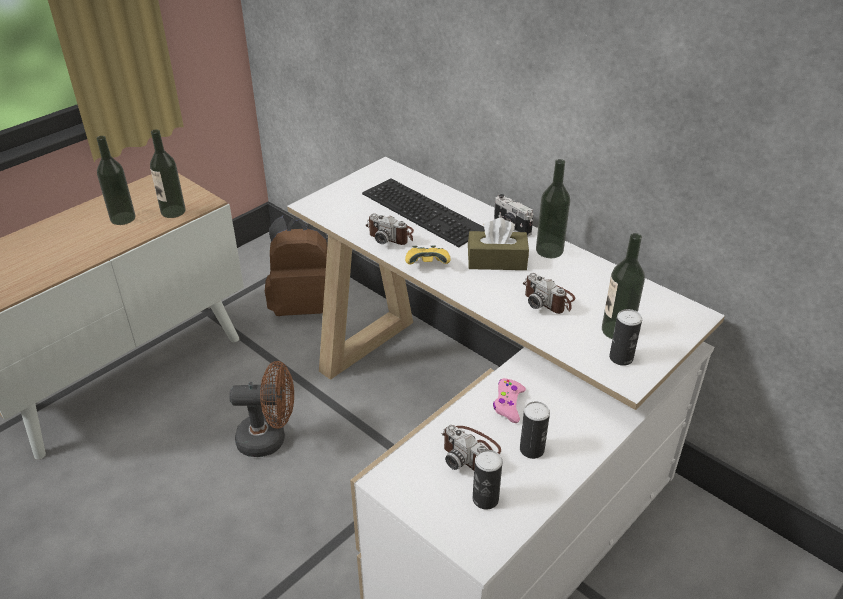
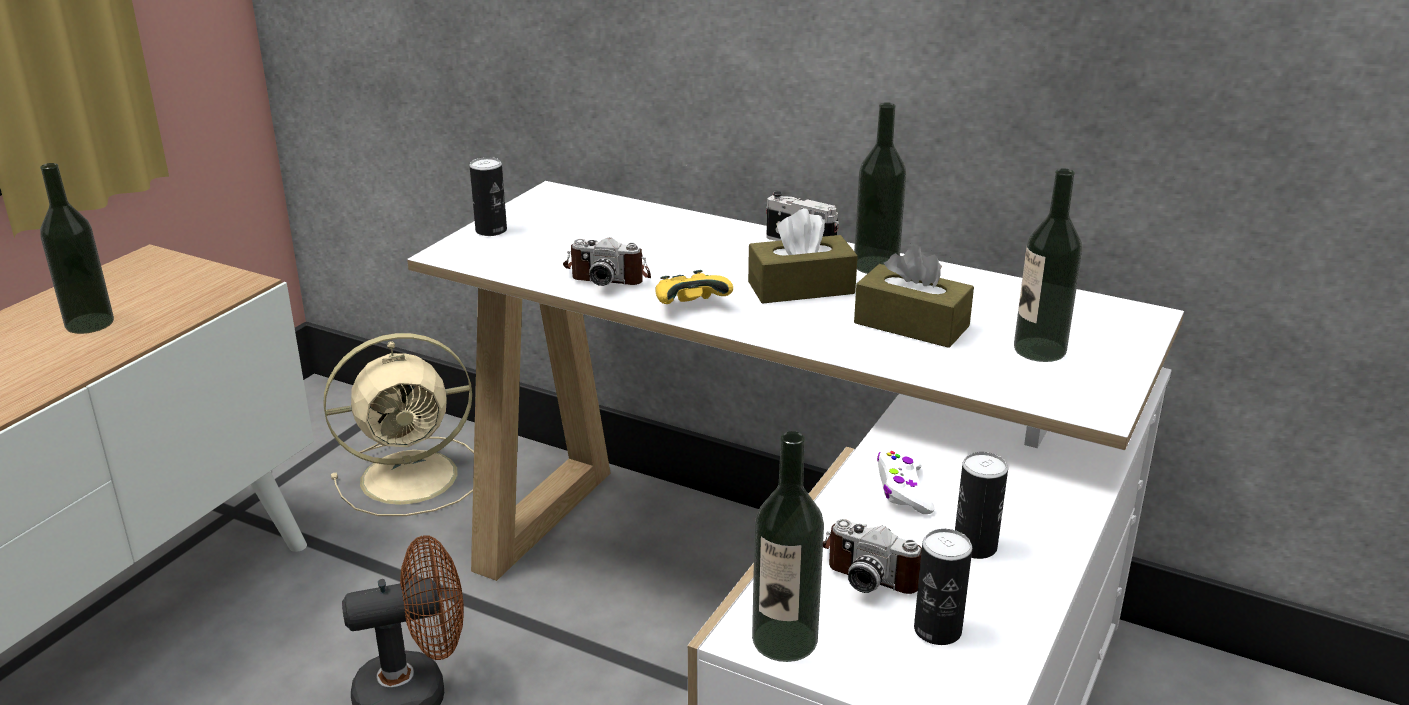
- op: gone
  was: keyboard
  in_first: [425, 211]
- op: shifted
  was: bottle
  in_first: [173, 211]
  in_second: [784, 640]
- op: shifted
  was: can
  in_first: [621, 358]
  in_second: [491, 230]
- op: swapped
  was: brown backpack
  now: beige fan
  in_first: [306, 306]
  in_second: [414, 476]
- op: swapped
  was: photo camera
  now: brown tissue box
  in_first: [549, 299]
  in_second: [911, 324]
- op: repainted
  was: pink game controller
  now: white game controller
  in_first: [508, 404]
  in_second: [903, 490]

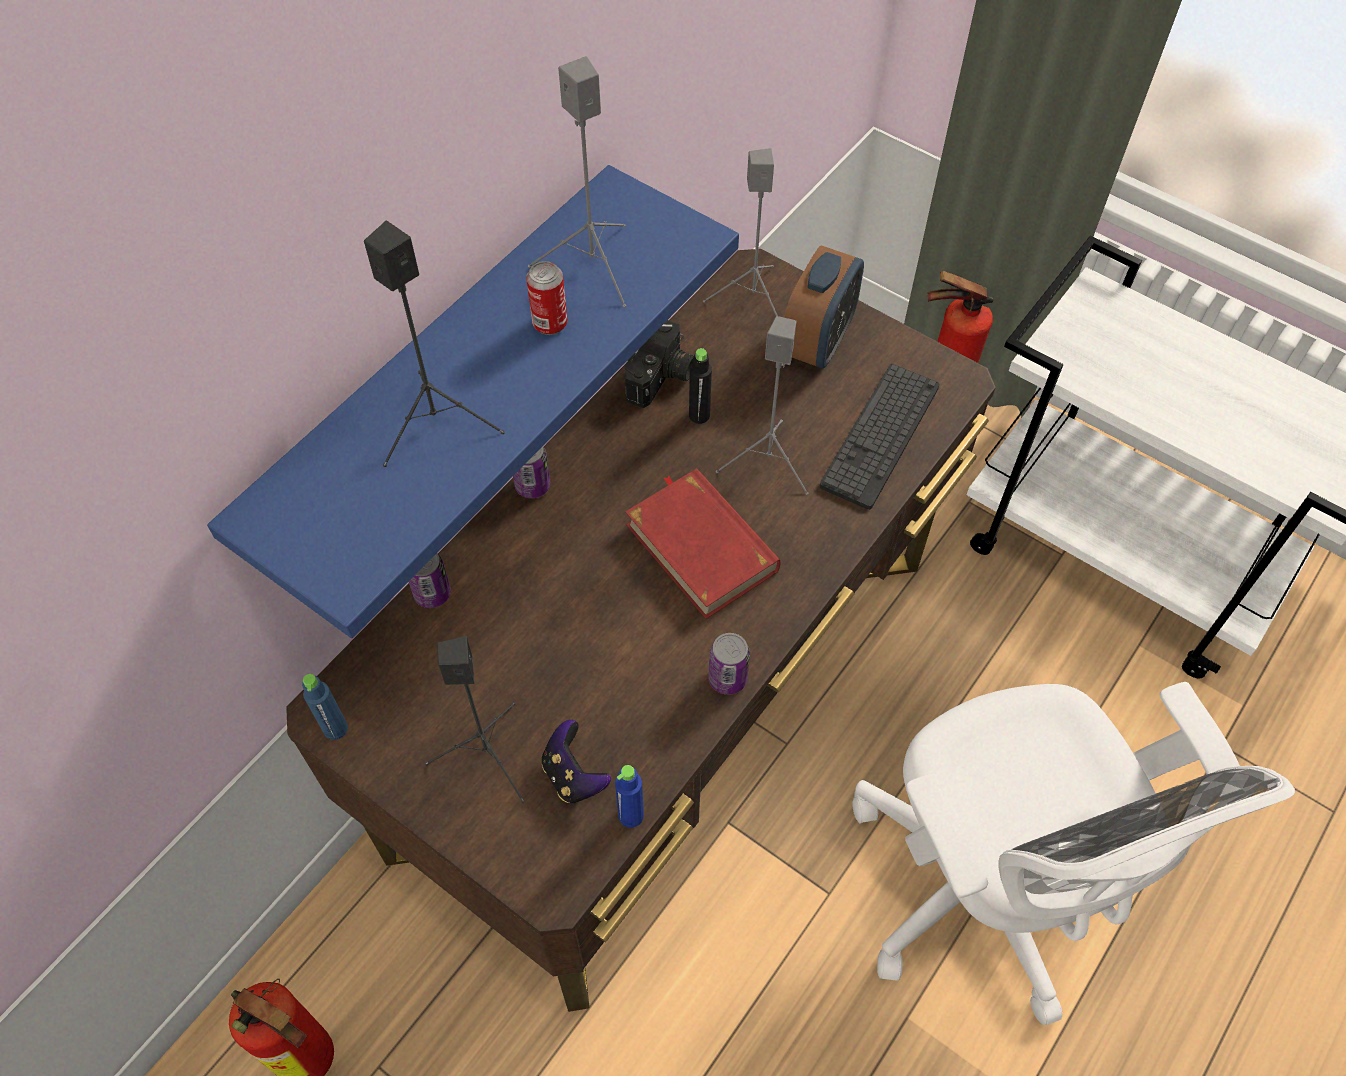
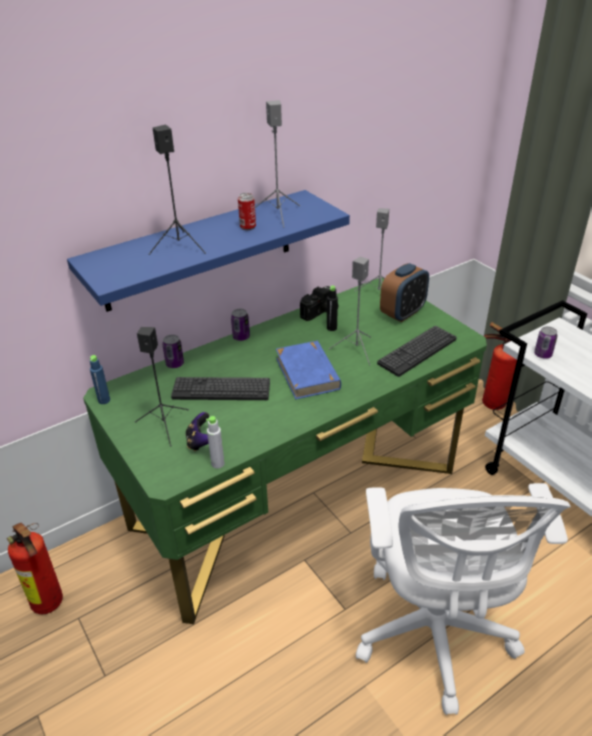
- op: new
  now: keyboard
  in_second: [221, 390]
- op: shifted
  was: can
  in_first: [727, 678]
  in_second: [542, 354]
- op: repainted
  was: brown desk
  now: green desk
  in_first: [669, 701]
  in_second: [297, 498]
- op: repainted
  was: blue bottle
  now: grey bottle
  in_first: [631, 815]
  in_second: [218, 463]
- op: repainted
  was: red book
  now: blue book
  in_first: [702, 546]
  in_second: [307, 373]

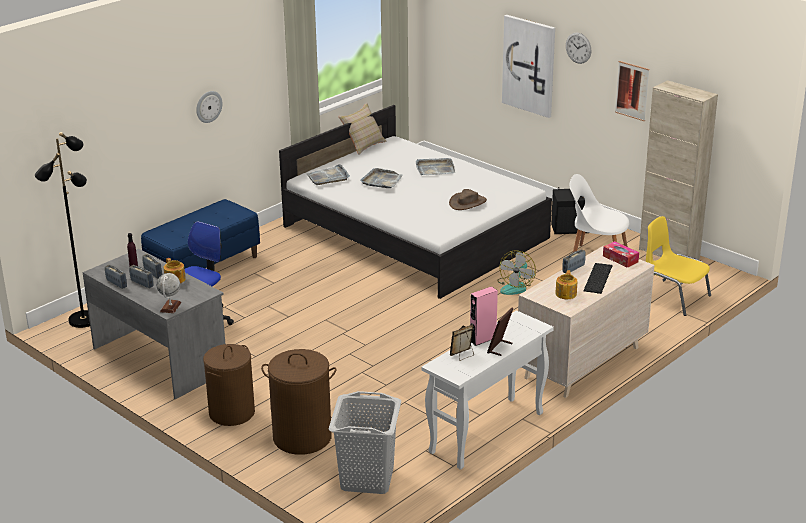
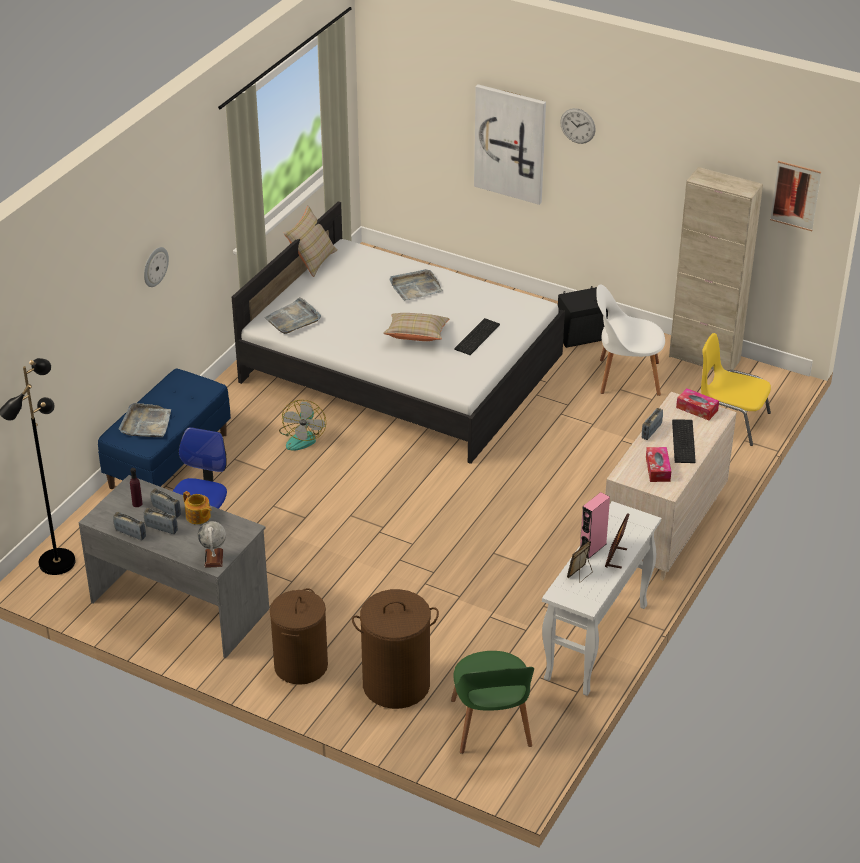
- op: new
  now: beige pillow
  in_second: [416, 336]
- op: shifted
  was: grey tray
  in_first: [382, 180]
  in_second: [146, 423]
- op: shifted
  was: fan
  in_first: [515, 287]
  in_second: [302, 437]
- op: shifted
  was: picture
  in_first: [632, 91]
  in_second: [795, 195]
- op: swapped
  was: grey laundry basket
  now: green chair
  in_first: [366, 479]
  in_second: [491, 726]
- op: swapped
  was: brown hat
  now: keyboard
  in_first: [467, 202]
  in_second: [476, 336]
- op: swapped
  was: teapot
  now: tissue box
  in_first: [566, 294]
  in_second: [657, 469]

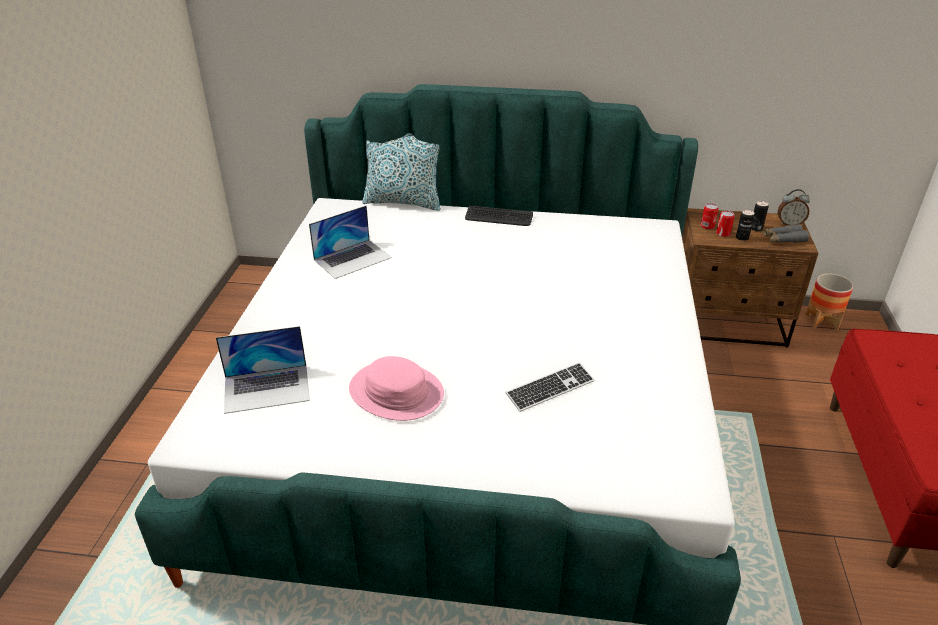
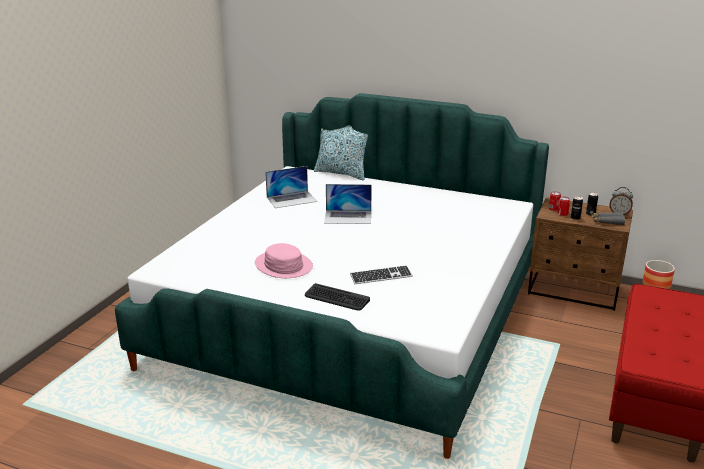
- op: shifted
  was: laptop
  in_first: [267, 388]
  in_second: [348, 217]
- op: shifted
  was: keyboard
  in_first: [498, 217]
  in_second: [336, 298]

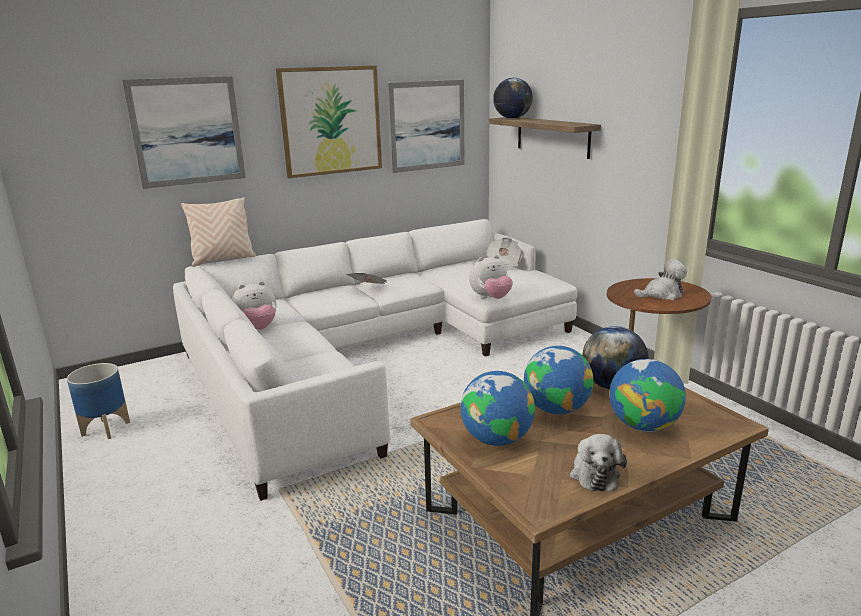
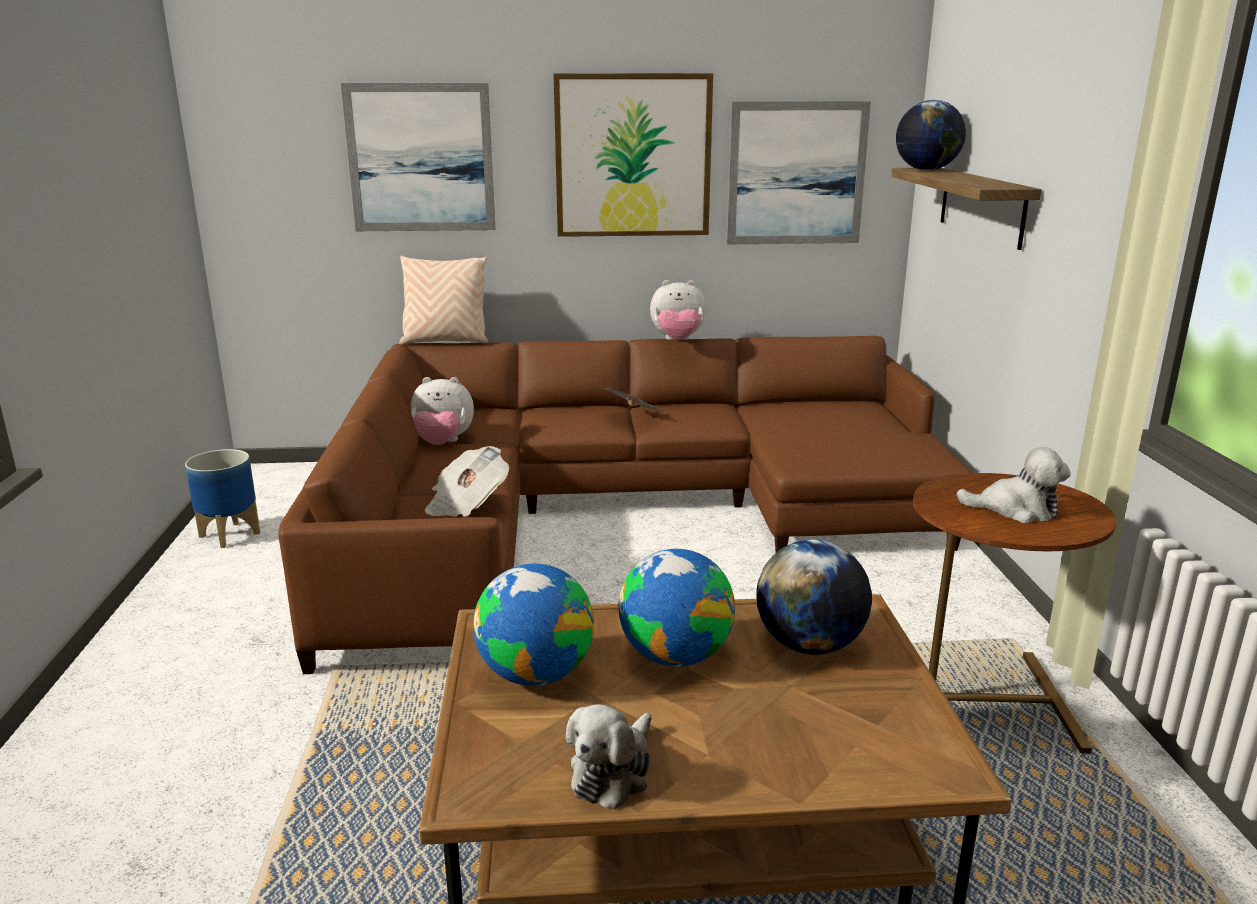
- op: gone
  was: globe
  in_first: [643, 426]
- op: shifted
  was: plush toy
  in_first: [491, 298]
  in_second: [677, 341]
- op: shifted
  was: newspaper
  in_first: [504, 264]
  in_second: [466, 503]
- op: repainted
  was: white sofa
  now: brown sofa
  in_first: [372, 353]
  in_second: [618, 514]

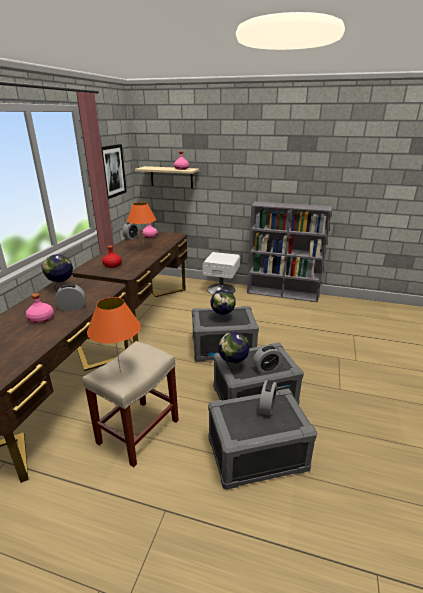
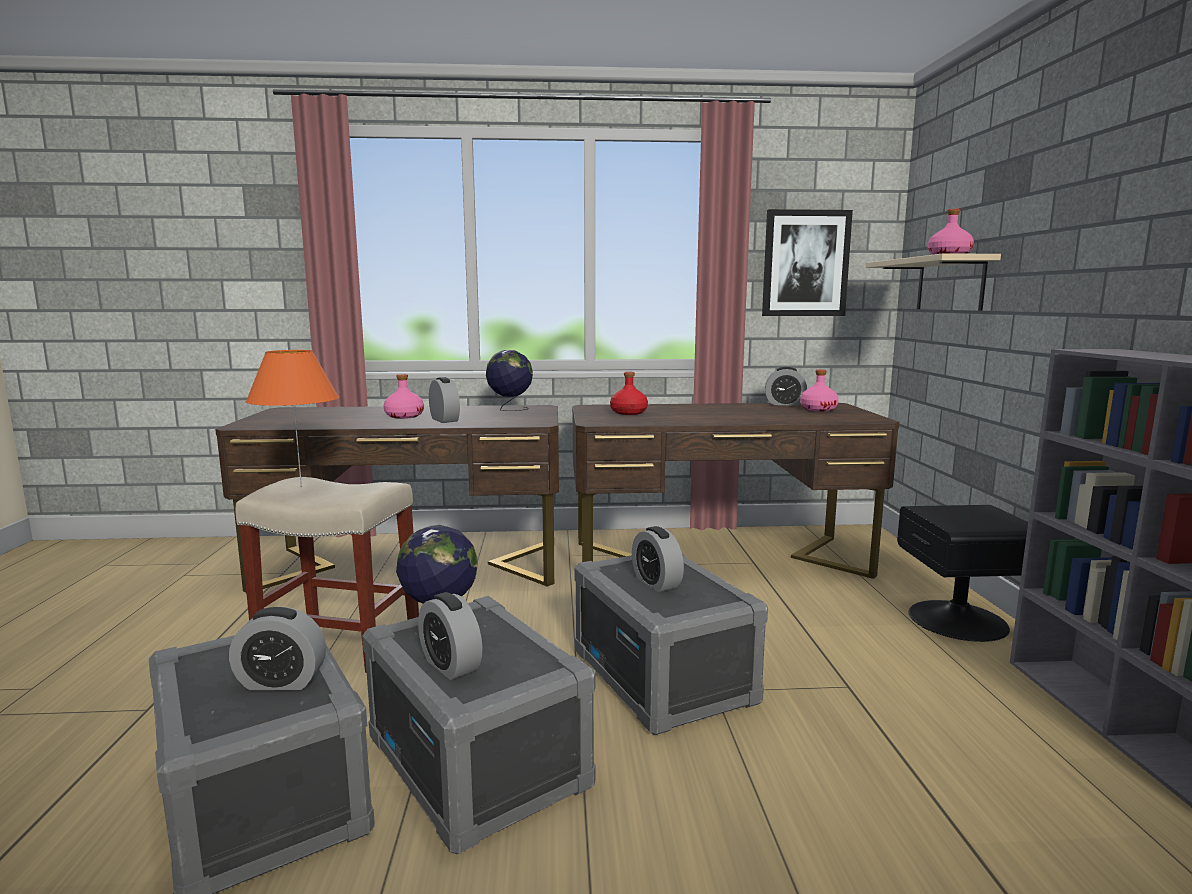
- op: gone
  was: orange table lamp
  in_first: [144, 249]
- op: swapped
  was: globe
  now: alarm clock
  in_first: [222, 319]
  in_second: [656, 583]
- op: repainted
  was: white nightstand
  now: black nightstand
  in_first: [221, 289]
  in_second: [959, 620]

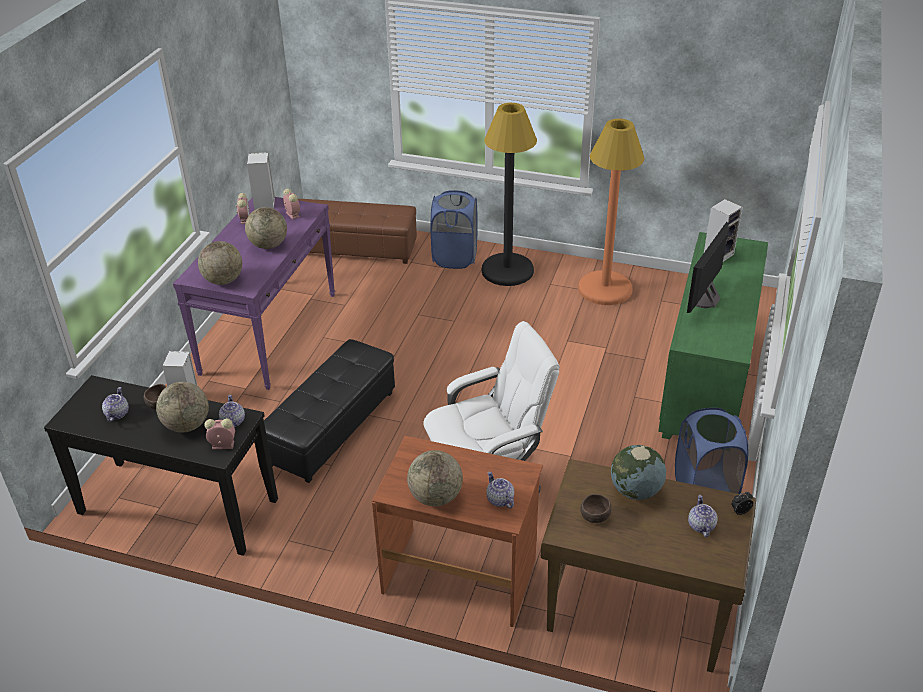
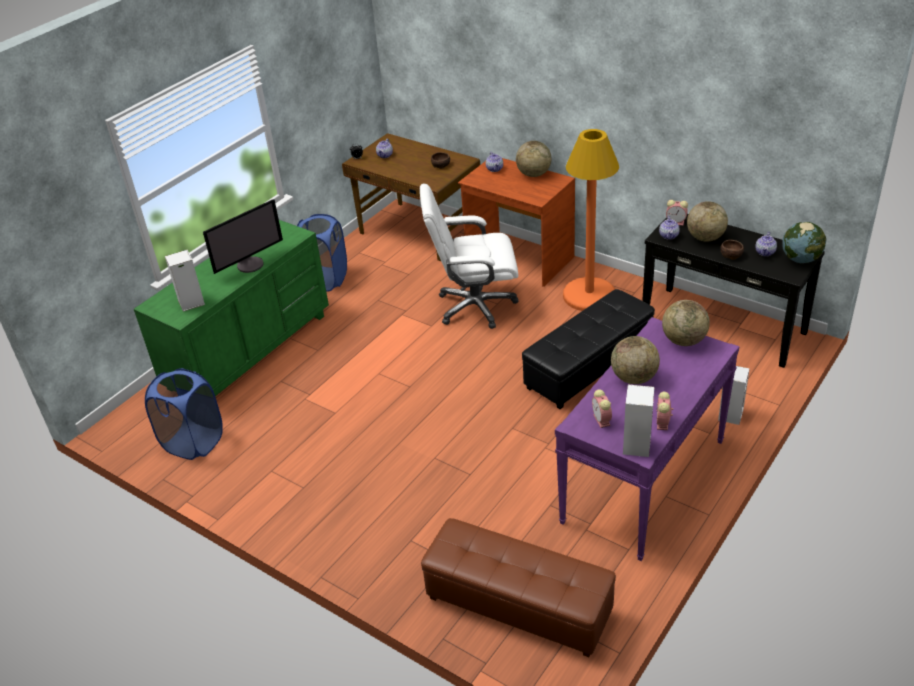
- op: gone
  was: black floor lamp
  in_first: [507, 270]
- op: shifted
  was: blue laundry basket
  in_first: [455, 258]
  in_second: [193, 442]
- op: shifted
  was: orange floor lamp
  in_first: [605, 289]
  in_second: [589, 295]
- op: shifted
  was: globe
  in_first: [635, 491]
  in_second: [801, 259]

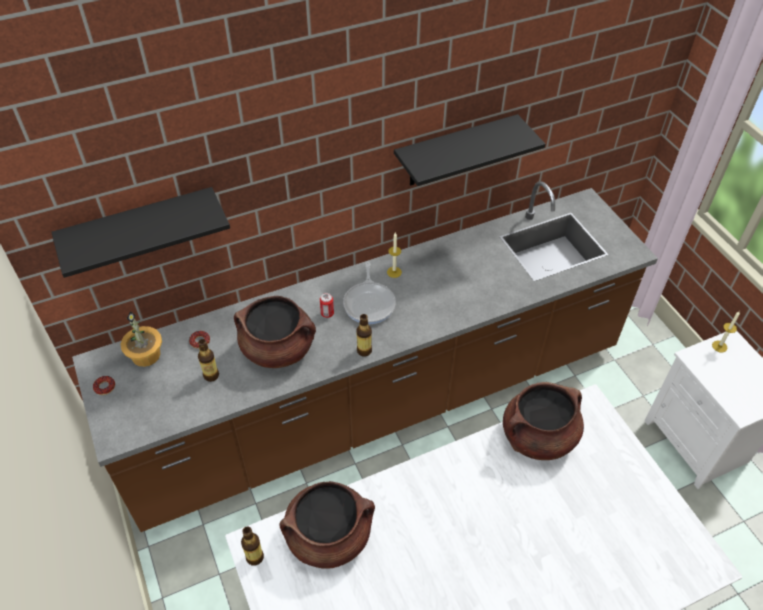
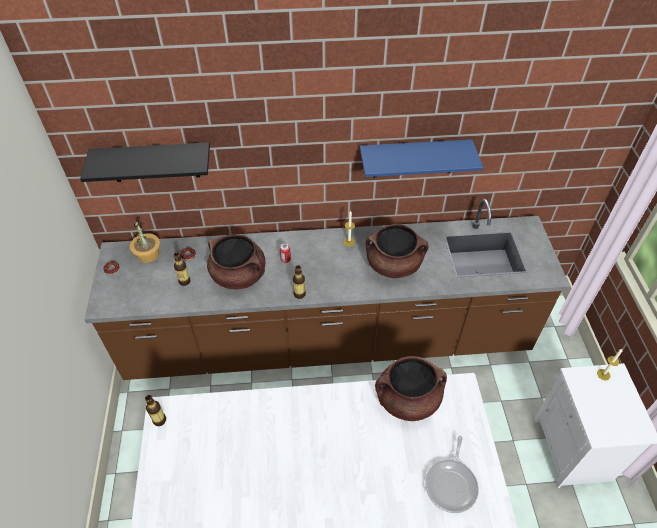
- op: shifted
  was: brown cooking pot
  in_first: [329, 536]
  in_second: [393, 265]
- op: shifted
  was: frying pan
  in_first: [369, 303]
  in_second: [451, 484]
- op: repainted
  was: black shelf
  now: blue shelf
  in_first: [455, 151]
  in_second: [414, 158]

